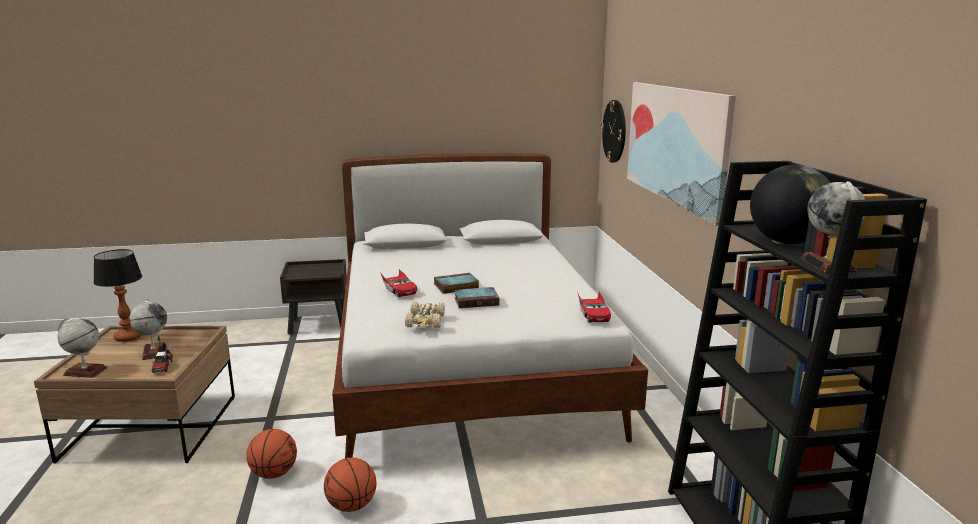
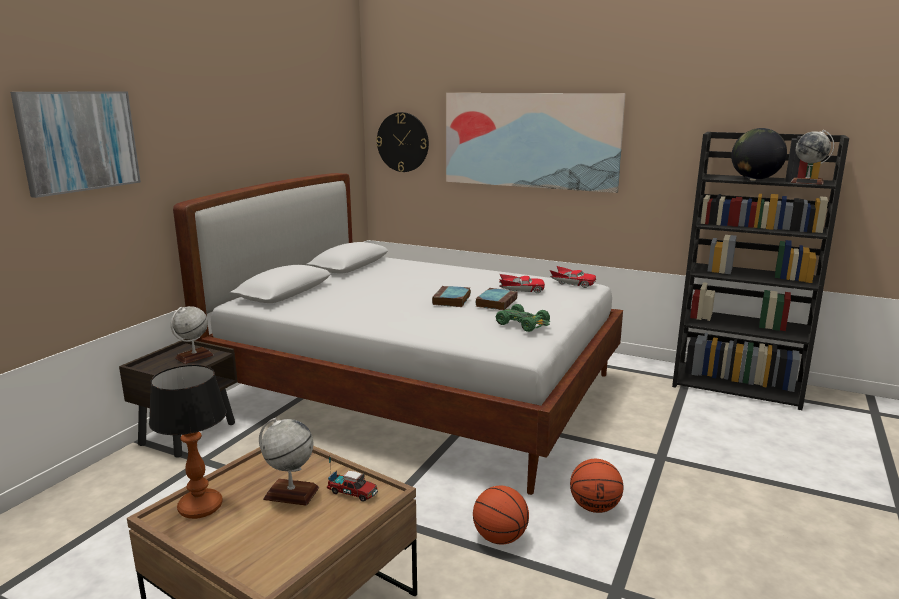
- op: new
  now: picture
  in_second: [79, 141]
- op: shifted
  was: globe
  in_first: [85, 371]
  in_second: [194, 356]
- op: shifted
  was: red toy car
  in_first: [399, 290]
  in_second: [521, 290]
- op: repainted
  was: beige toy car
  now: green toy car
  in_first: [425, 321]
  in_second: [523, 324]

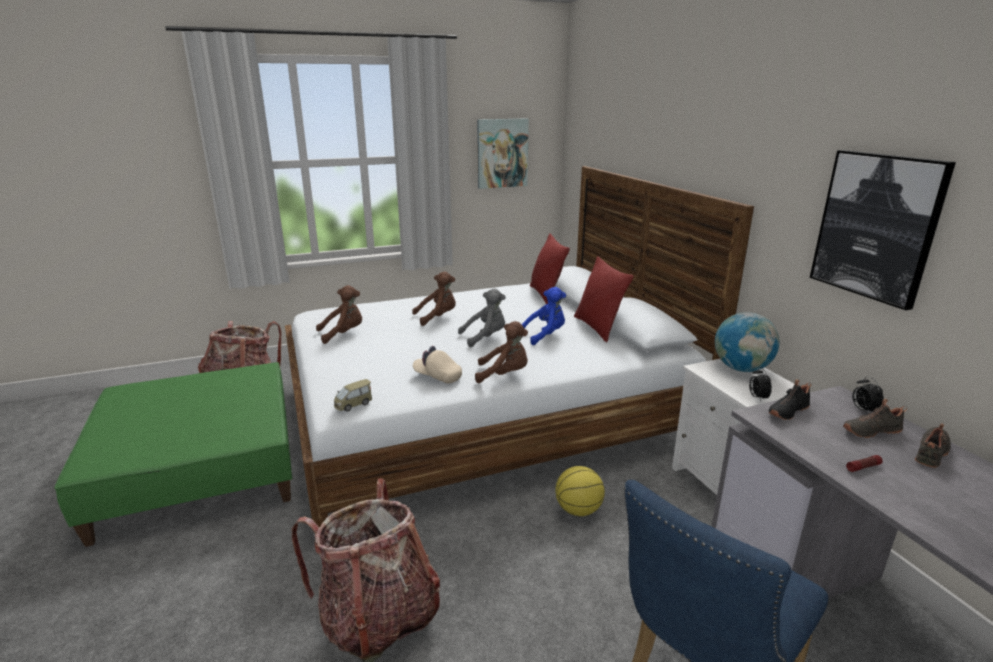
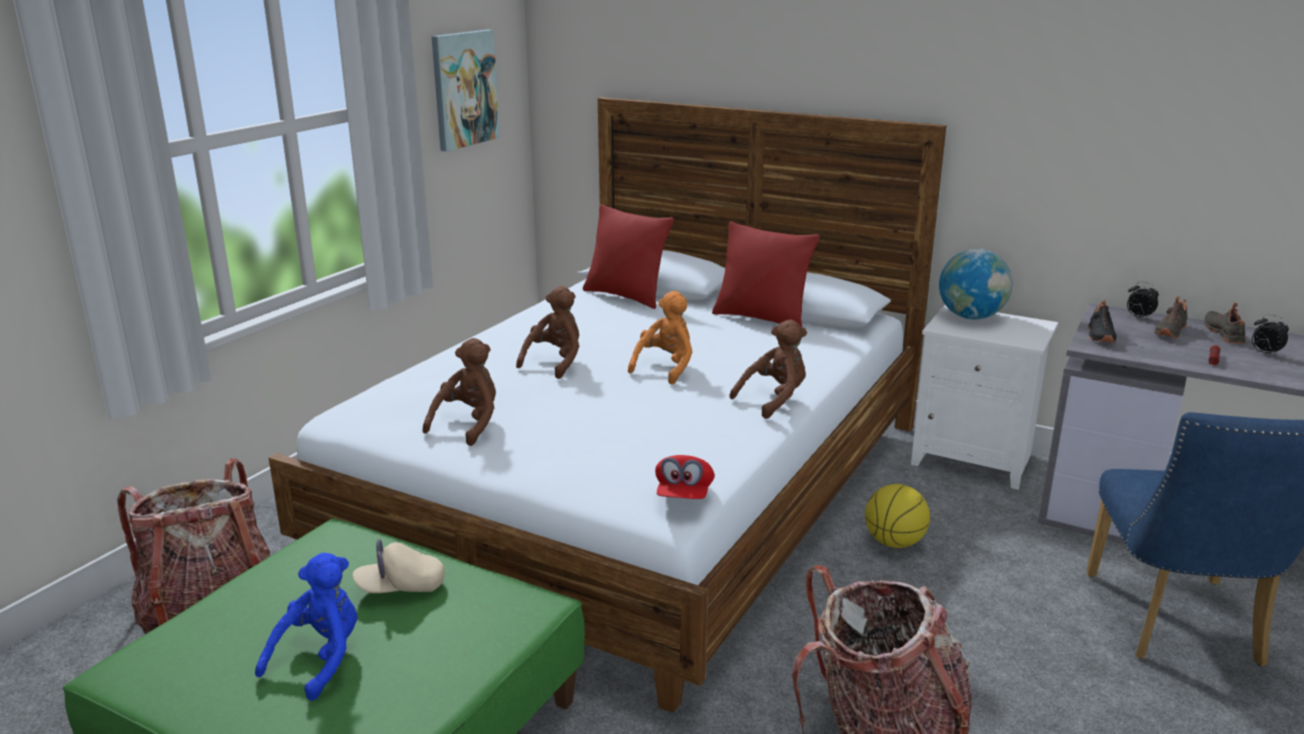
- op: gone
  was: picture
  in_first: [876, 226]
- op: shifted
  was: beige cap
  in_first: [437, 377]
  in_second: [401, 588]
- op: shifted
  was: blue plush toy
  in_first: [545, 335]
  in_second: [321, 659]
- op: shifted
  was: alarm clock
  in_first: [757, 397]
  in_second: [1264, 353]
- op: swapped
  was: toy car
  now: red cap
  in_first: [353, 404]
  in_second: [684, 495]
- op: repainted
  was: grey plush toy
  now: orange plush toy
  in_first: [485, 337]
  in_second: [665, 368]

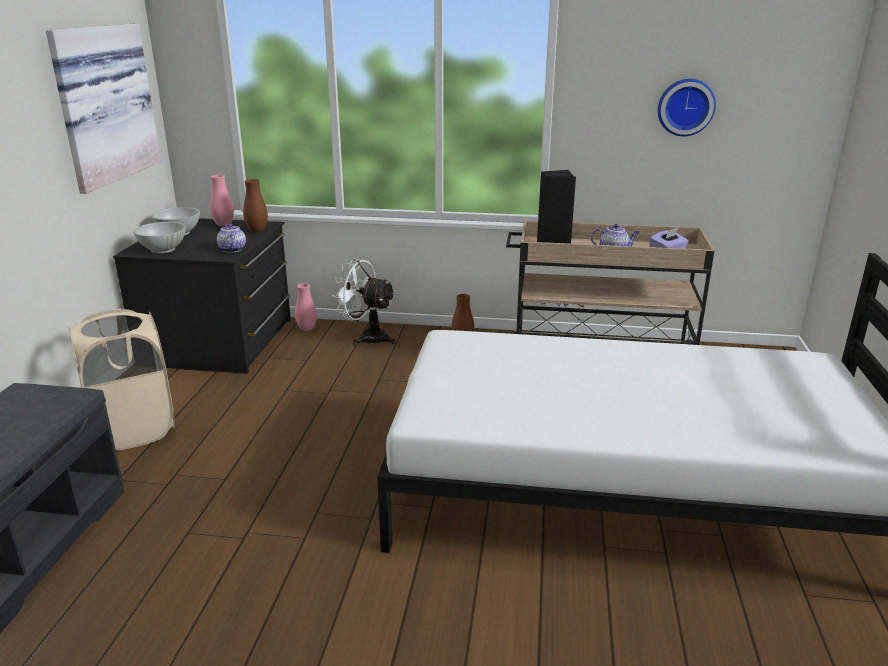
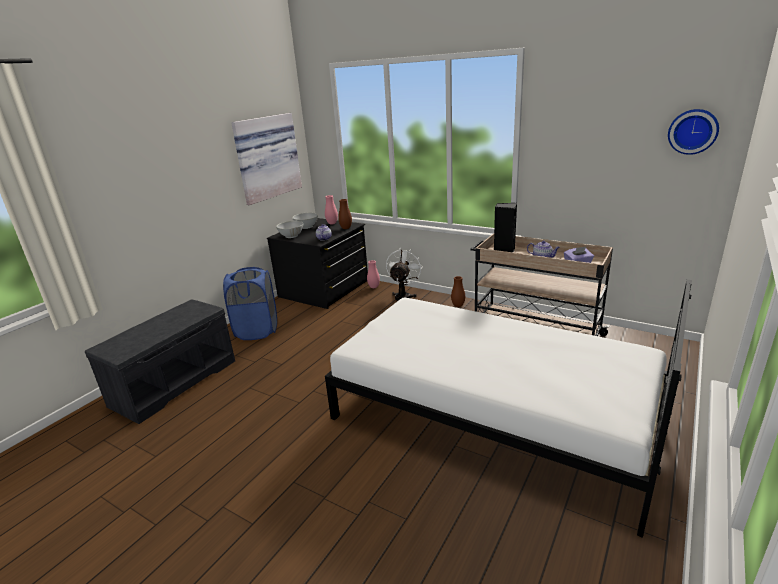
- op: shifted
  was: wall clock
  in_first: [685, 107]
  in_second: [693, 131]
- op: repainted
  was: beige laundry basket
  now: blue laundry basket
  in_first: [134, 430]
  in_second: [257, 331]
- op: rotated
  was: white fan
  in_first: [367, 337]
  in_second: [403, 296]
  clockwise: 60

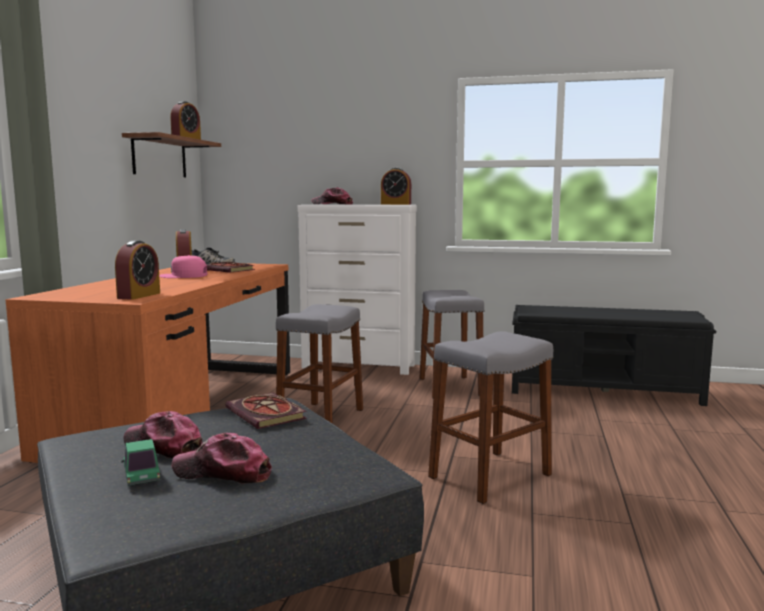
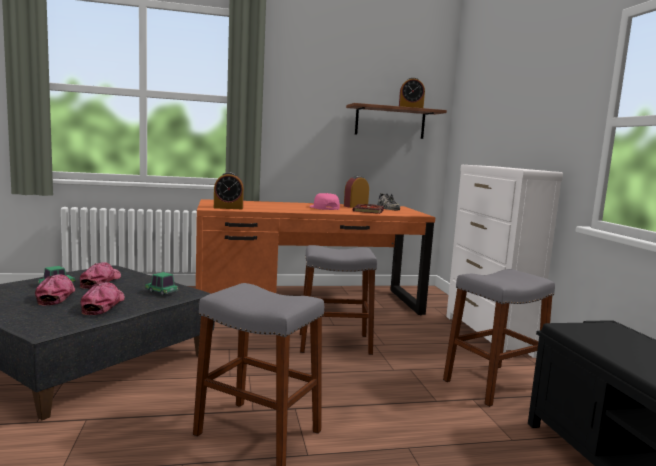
- op: gone
  was: alarm clock
  in_first: [396, 204]
- op: shifted
  was: cap
  in_first: [332, 204]
  in_second: [103, 305]
- op: swapped
  was: book
  now: toy car
  in_first: [268, 414]
  in_second: [161, 291]

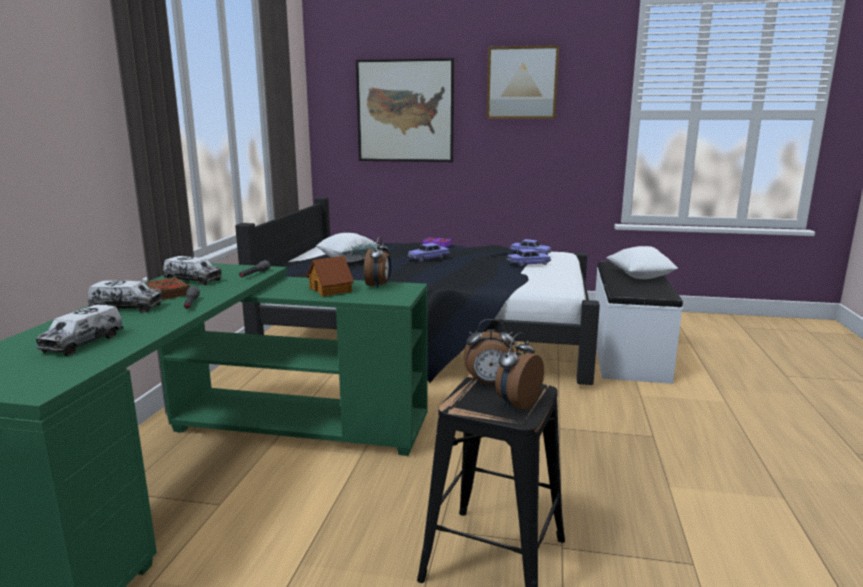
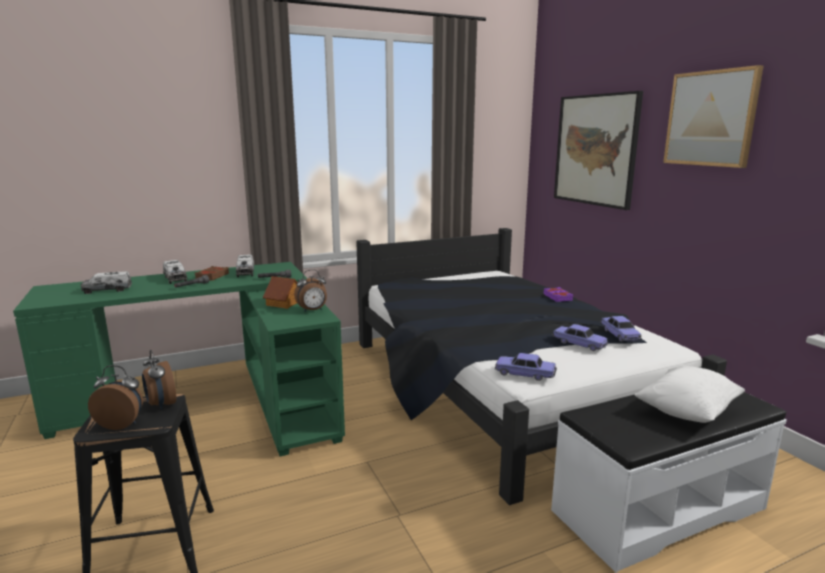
- op: gone
  was: white pillow
  in_first: [349, 260]
- op: shifted
  was: toy car
  in_first: [428, 258]
  in_second: [524, 374]

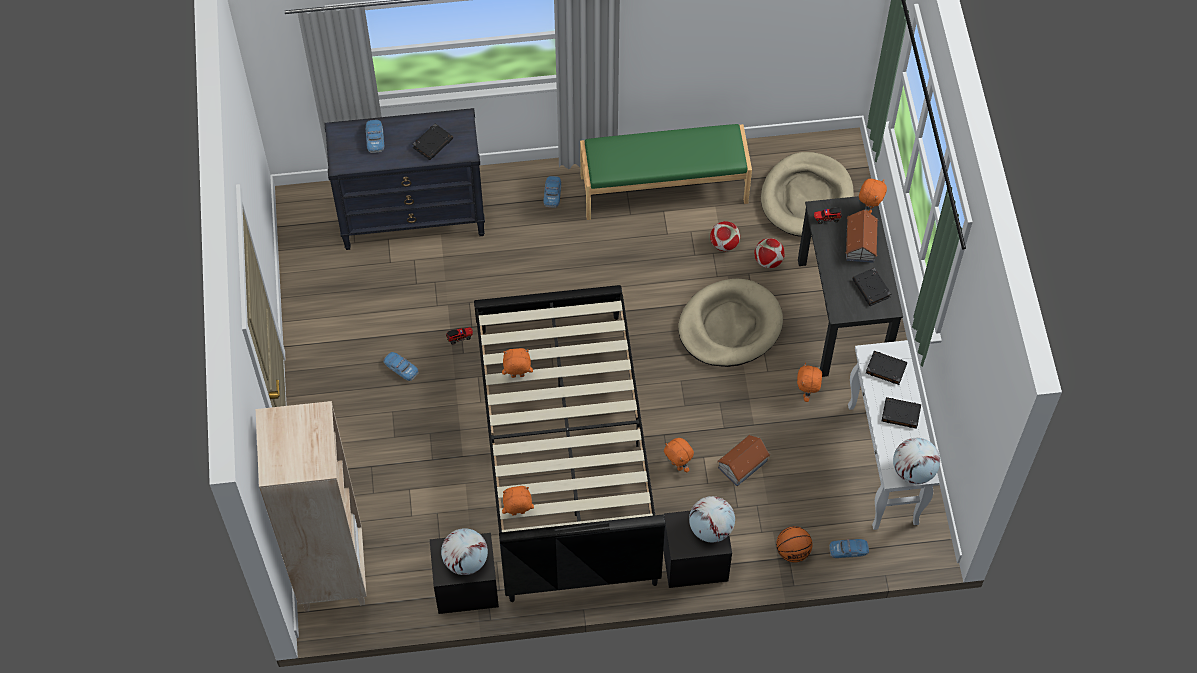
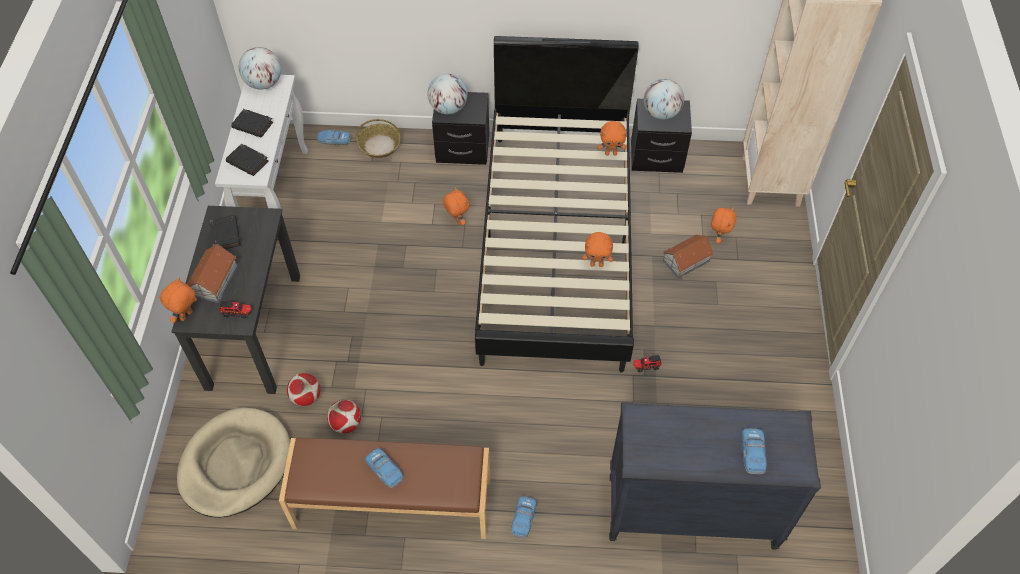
- op: gone
  was: black book
  in_first: [433, 143]
- op: gone
  was: beige dog bed
  in_first: [729, 326]
- op: shifted
  was: toy car
  in_first: [401, 368]
  in_second: [385, 470]
- op: shifted
  was: toy house
  in_first: [742, 464]
  in_second: [686, 260]
- op: shifted
  was: orange plush toy
  in_first: [807, 393]
  in_second: [718, 237]
- op: swapped
  was: basketball
  now: basket
  in_first: [792, 551]
  in_second: [380, 145]
- op: repainted
  was: green bench
  now: brown bench
  in_first: [663, 188]
  in_second: [392, 504]

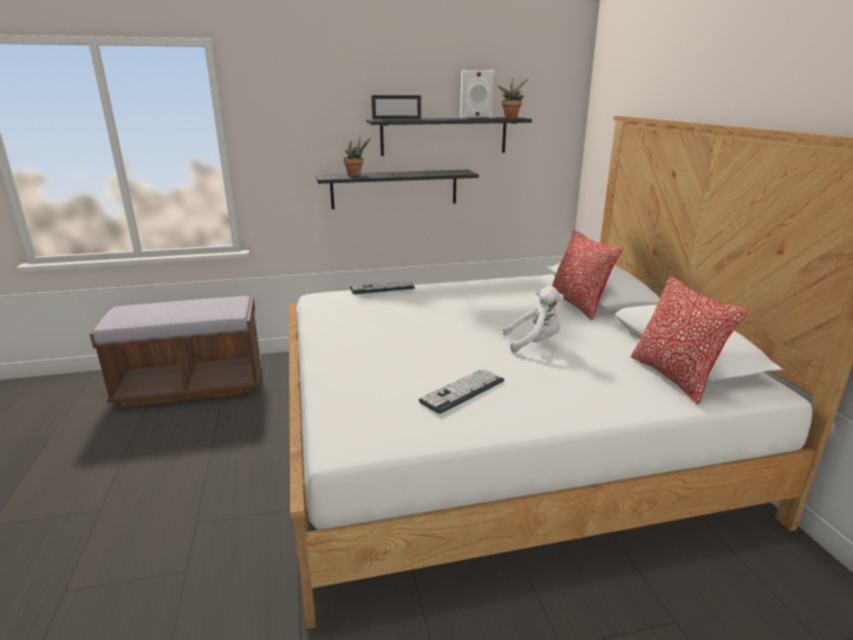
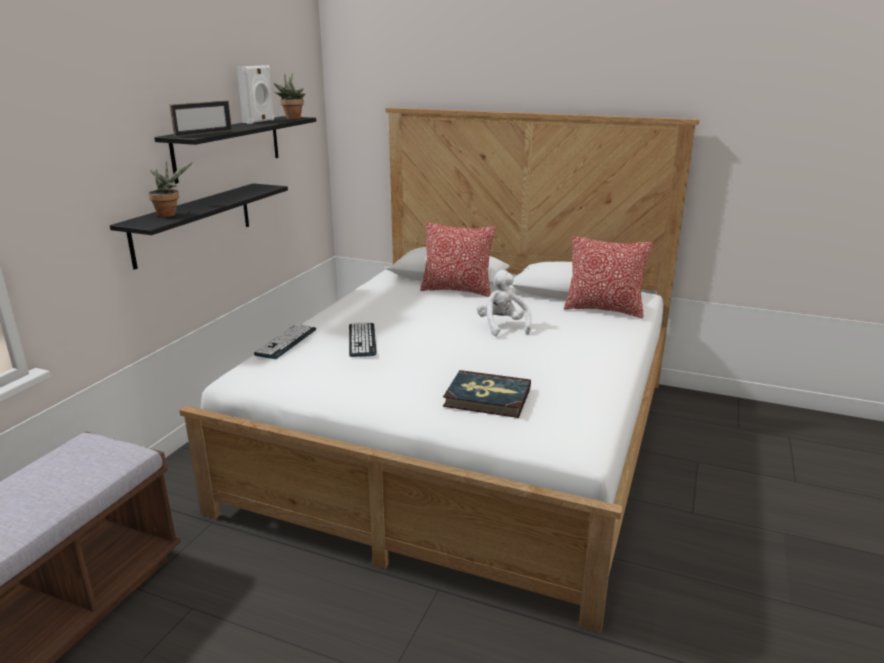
- op: new
  now: book
  in_second: [487, 397]
- op: shifted
  was: keyboard
  in_first: [462, 391]
  in_second: [362, 340]
- op: rotated
  was: white plush toy
  in_first: [534, 343]
  in_second: [502, 326]
  clockwise: -45

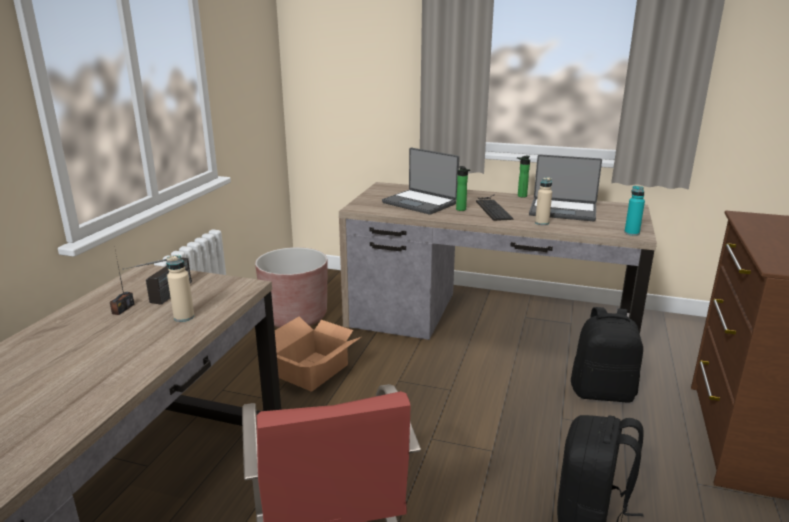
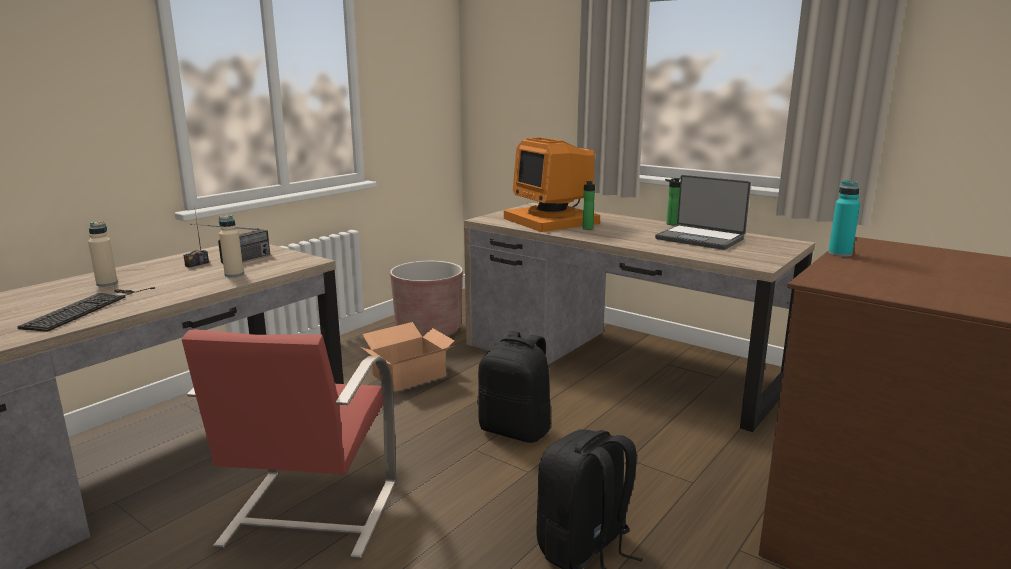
- op: shifted
  was: keyboard
  in_first: [492, 208]
  in_second: [87, 308]
- op: shifted
  was: beige bottle
  in_first: [542, 223]
  in_second: [107, 283]
- op: shifted
  was: black backpack
  in_first: [602, 392]
  in_second: [516, 430]
- op: shifted
  was: turquoise bottle
  in_first: [631, 233]
  in_second: [840, 254]
- op: swapped
  was: laptop
  now: monitor
  in_first: [420, 203]
  in_second: [553, 220]

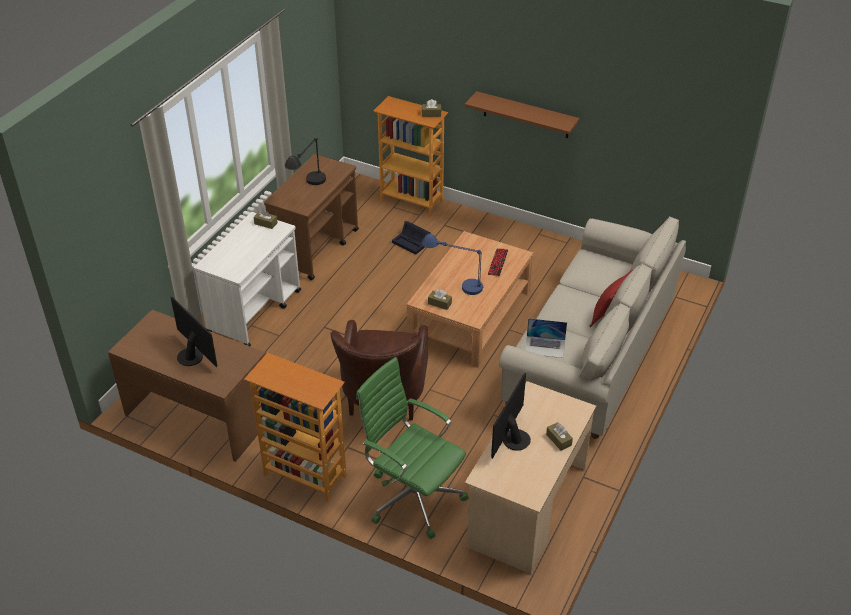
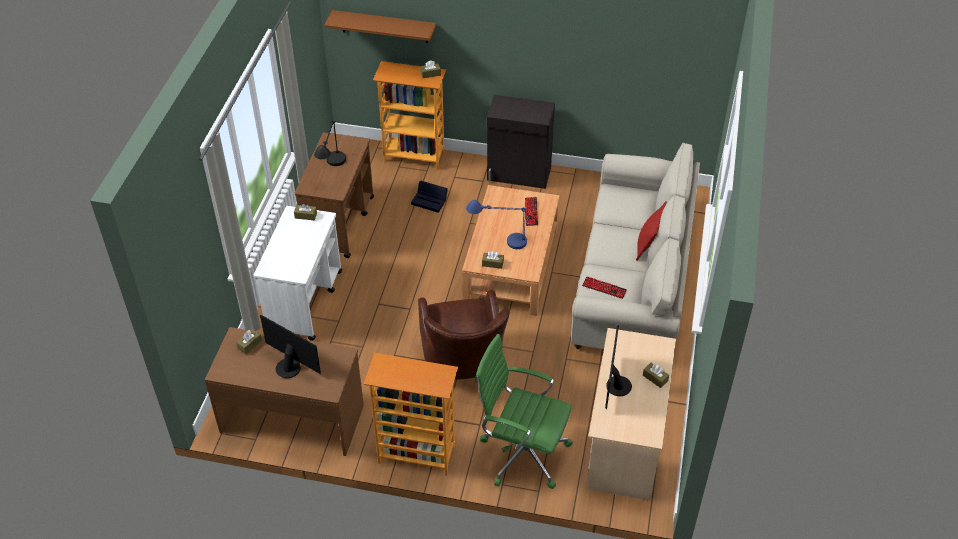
- op: new
  now: brown tissue box
  in_second: [249, 344]
- op: new
  now: black cabinet
  in_second: [519, 174]
- op: shifted
  was: brown shelf
  in_first: [526, 115]
  in_second: [384, 26]
- op: swapped
  was: laptop
  now: keyboard
  in_first: [545, 346]
  in_second: [604, 288]

